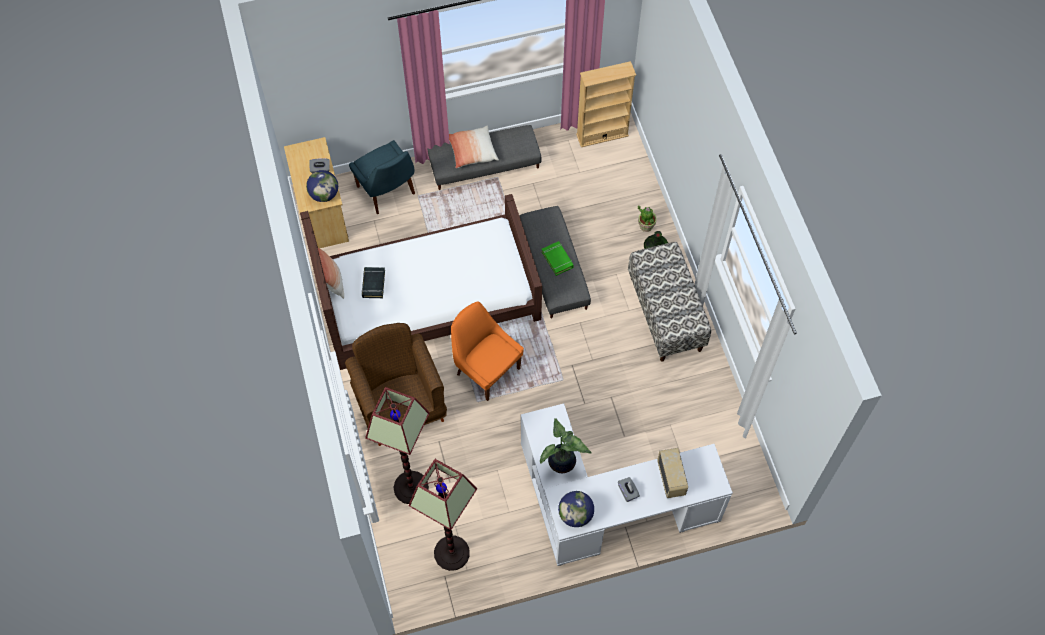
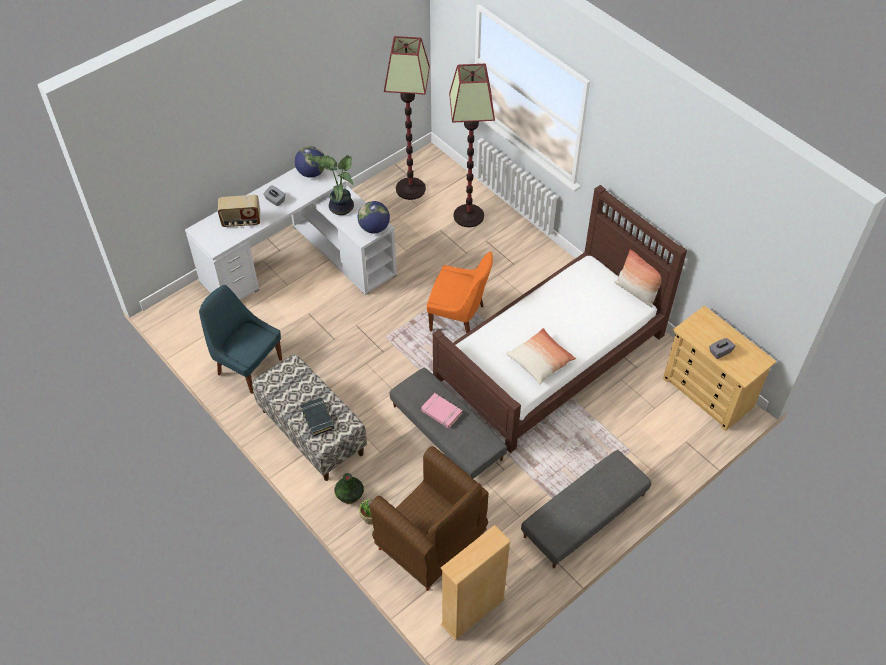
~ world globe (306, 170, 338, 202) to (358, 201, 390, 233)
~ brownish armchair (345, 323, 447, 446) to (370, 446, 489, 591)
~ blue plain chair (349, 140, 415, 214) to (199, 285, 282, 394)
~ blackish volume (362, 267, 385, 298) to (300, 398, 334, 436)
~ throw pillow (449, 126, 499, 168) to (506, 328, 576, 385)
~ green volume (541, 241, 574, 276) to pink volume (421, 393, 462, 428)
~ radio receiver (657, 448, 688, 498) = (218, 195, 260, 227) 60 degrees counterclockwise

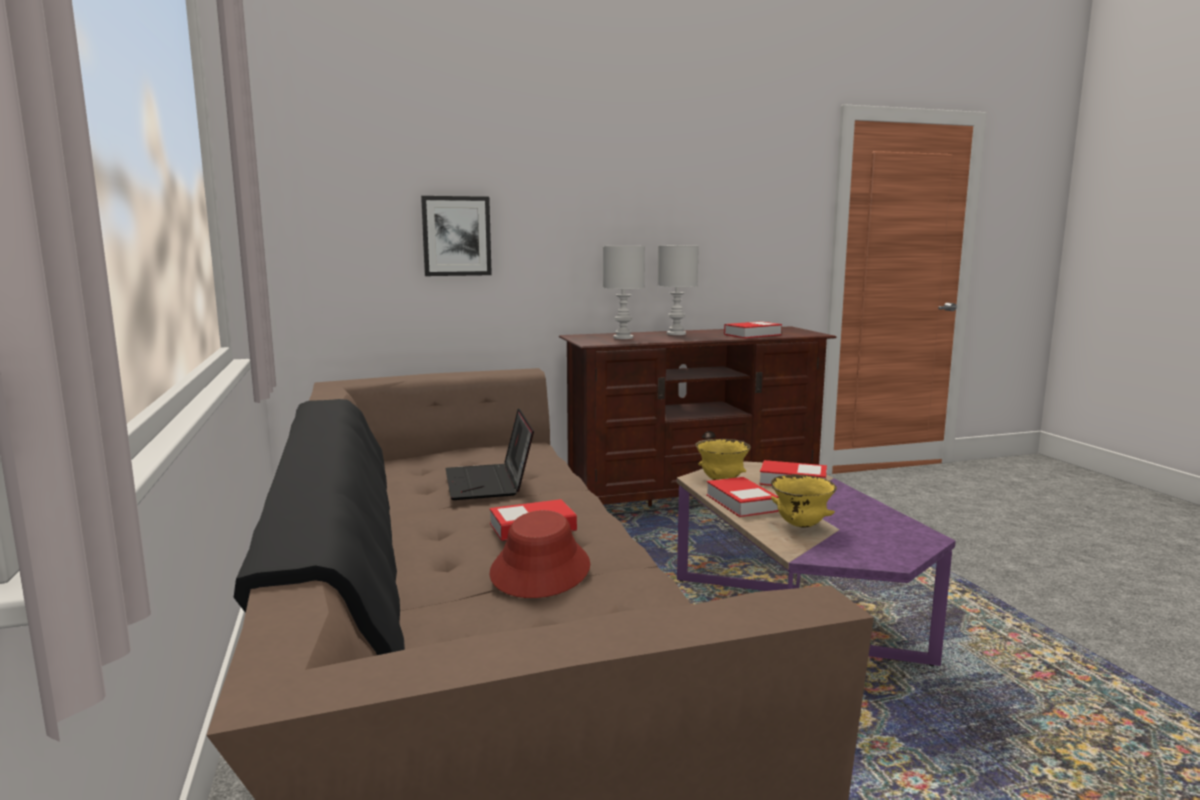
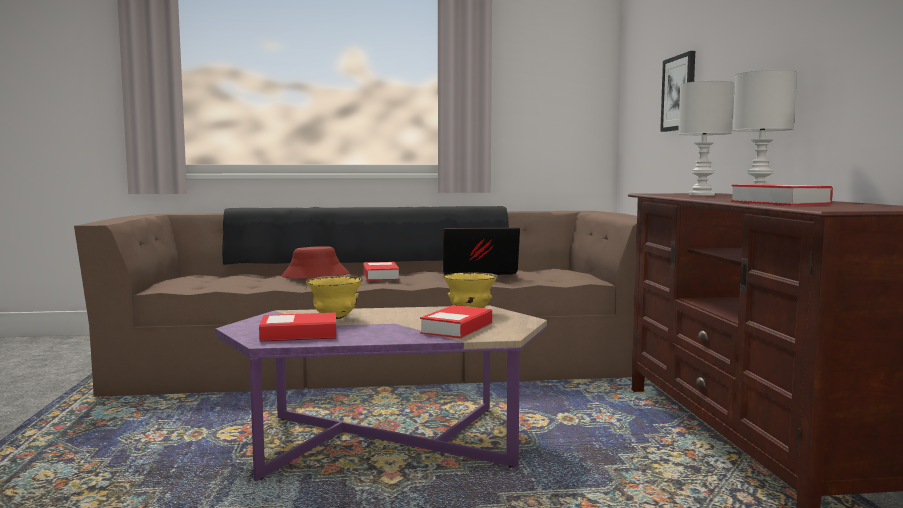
~ volume (706, 477, 779, 517) to (259, 313, 336, 342)

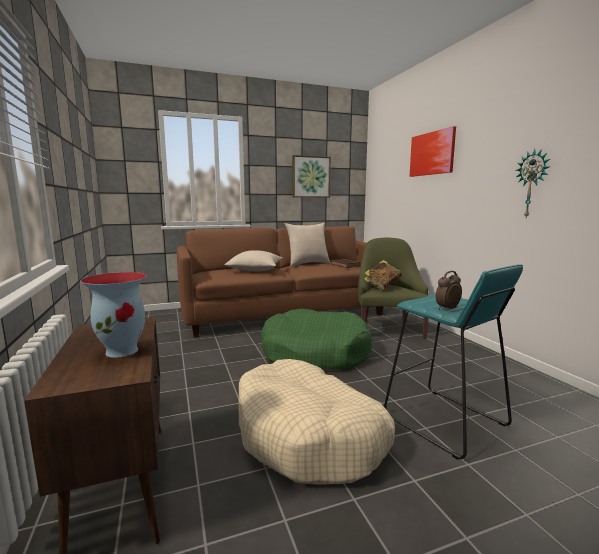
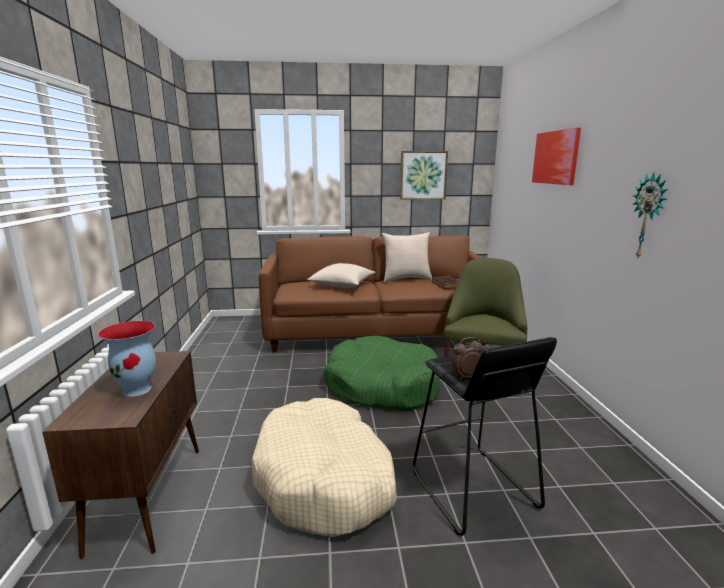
- volume (364, 260, 402, 291)
~ turquoise sitting stool (384, 264, 523, 460) to blackish sitting stool (413, 337, 557, 536)

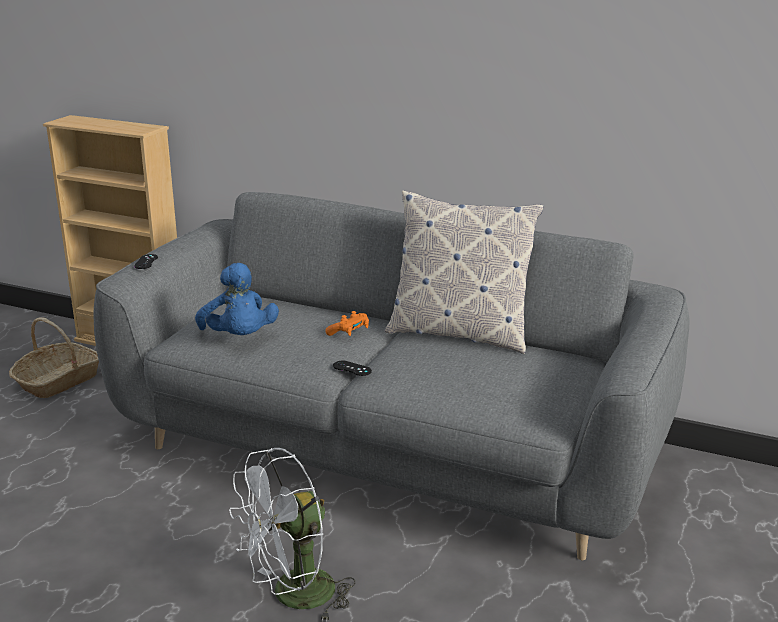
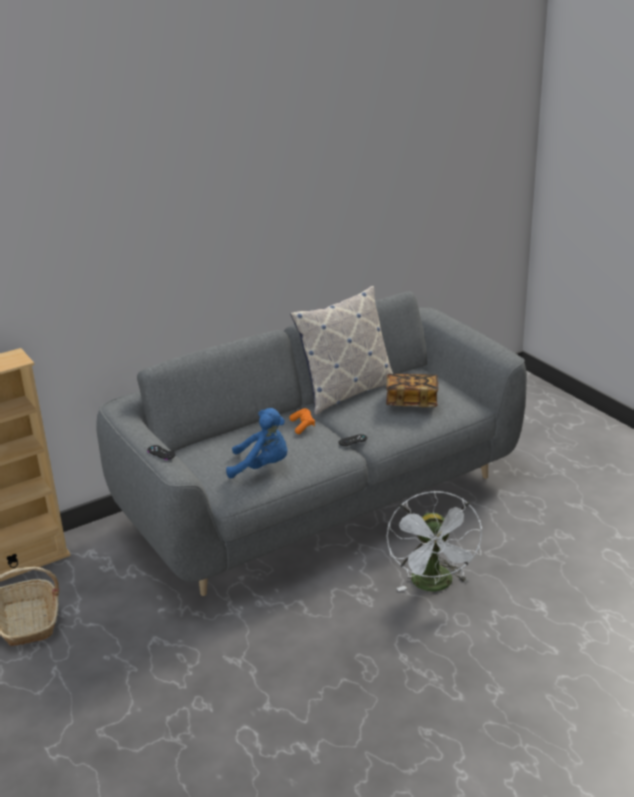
+ volume (386, 374, 438, 407)

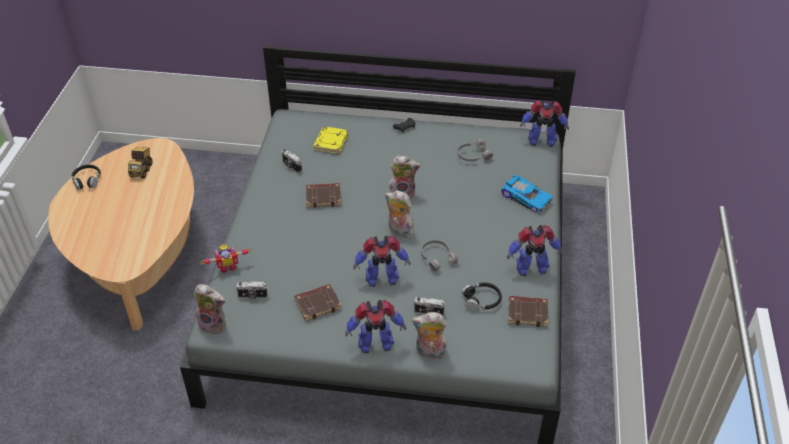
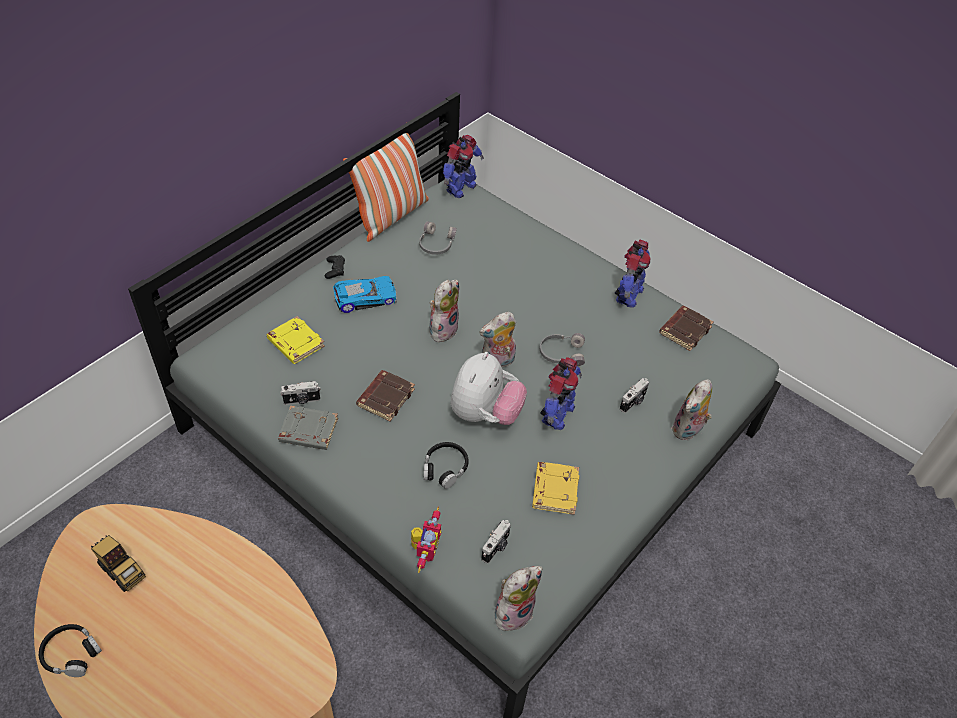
~ brownish volume (294, 284, 342, 321) to yellow-coloured volume (532, 462, 579, 515)
- model robot (345, 300, 406, 353)
~ blackish pair of headphones (462, 282, 502, 310) to (424, 442, 469, 489)
~ toy car (501, 175, 553, 214) to (333, 276, 397, 313)
+ greyish volume (278, 406, 338, 450)
+ throw pillow (343, 133, 429, 242)
+ plush toy (450, 352, 527, 425)

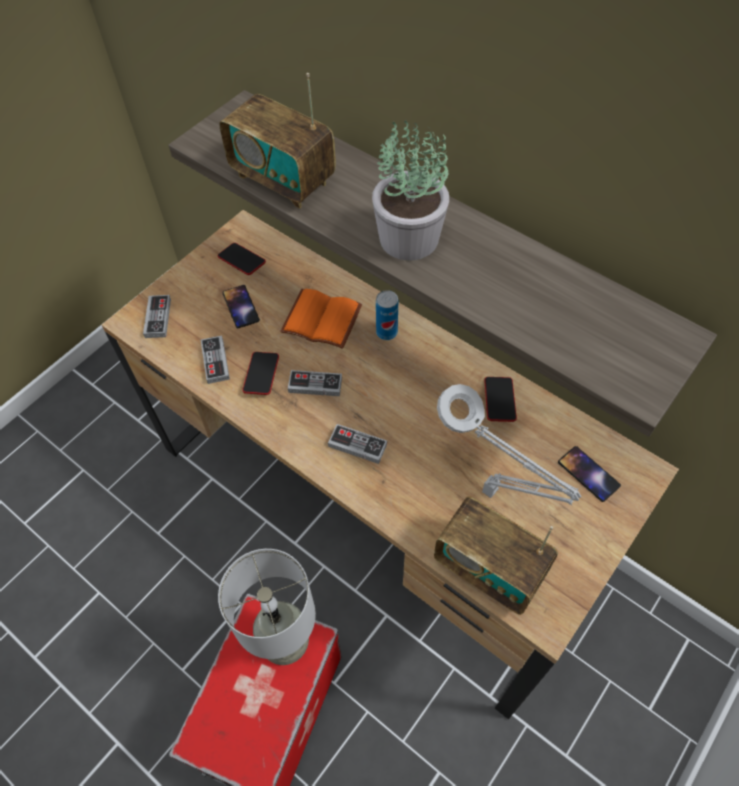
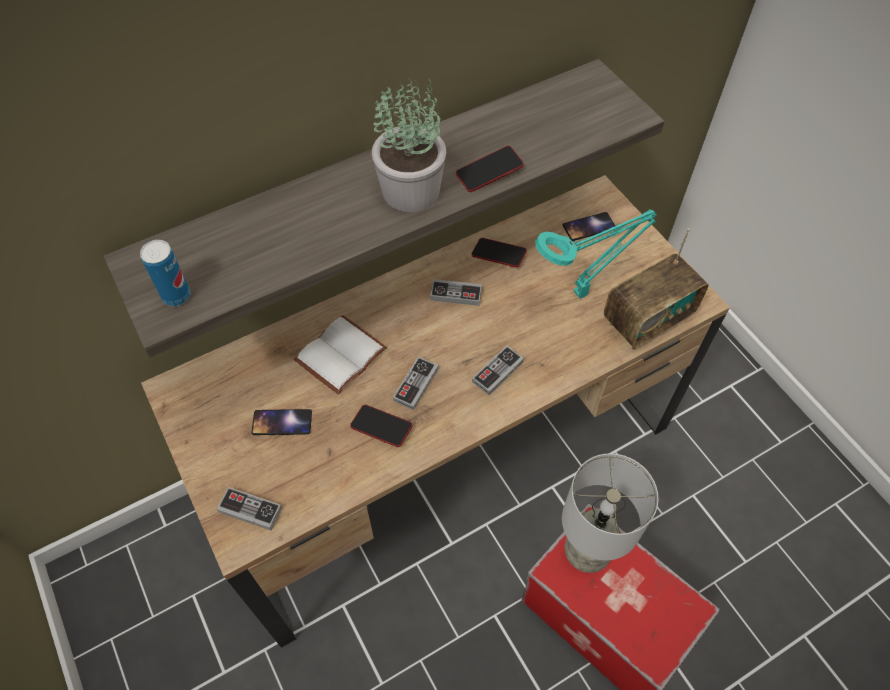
~ gamepad (201, 336, 230, 384) to (430, 279, 482, 306)
~ telephone (218, 243, 266, 275) to (456, 146, 524, 192)
- radio receiver (220, 73, 336, 209)
~ orangey volume (280, 289, 362, 349) to whitish volume (293, 315, 387, 394)
~ can (376, 290, 398, 340) to (140, 240, 191, 306)
~ greyish lamp for a table (437, 384, 581, 505) to turquoise lamp for a table (535, 209, 657, 299)

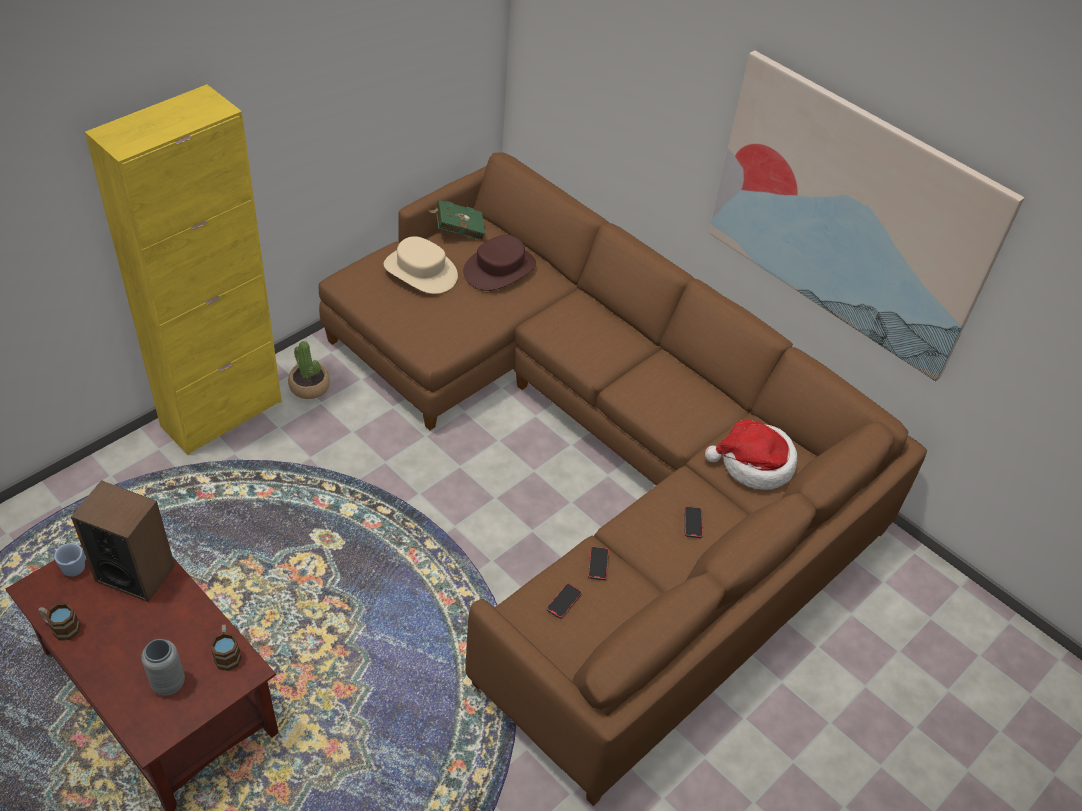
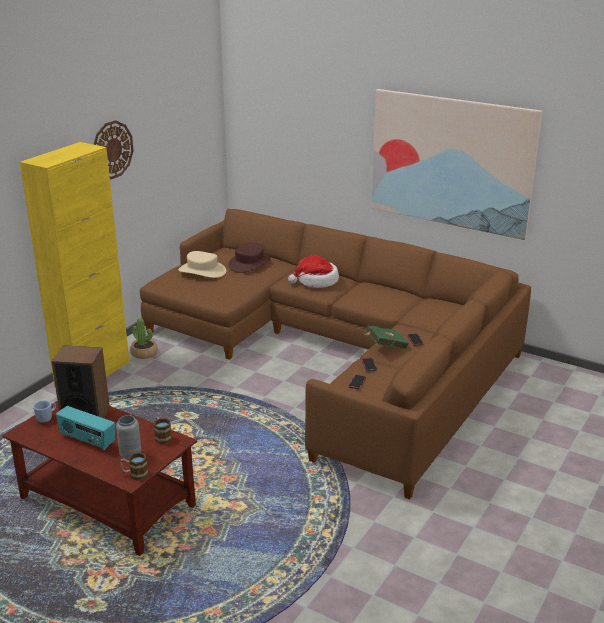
~ tea mug (38, 603, 80, 641) to (120, 452, 149, 481)
~ green volume (429, 200, 486, 240) to (364, 326, 409, 349)
~ clothing hat (705, 420, 797, 490) to (288, 255, 339, 288)
+ radio receiver (56, 406, 115, 450)
+ clock on the wall (93, 120, 134, 179)

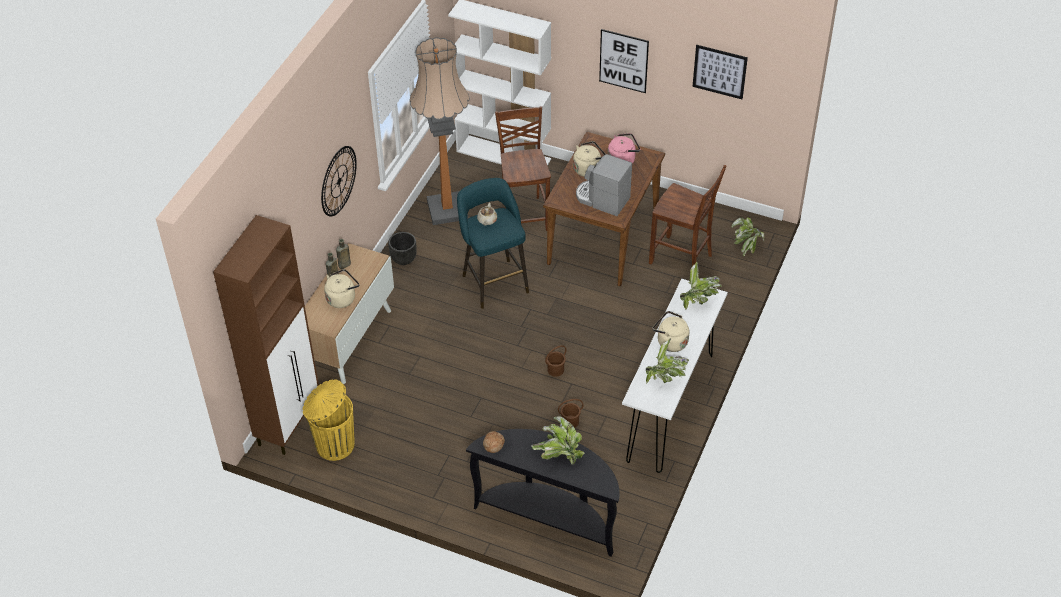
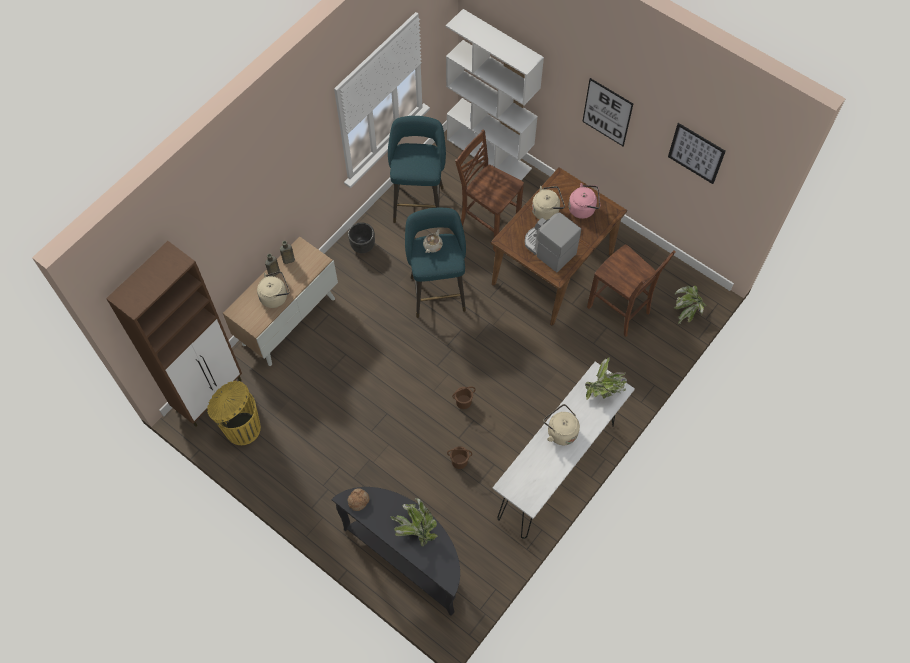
- clock on the wall (321, 146, 357, 217)
~ standing lamp (410, 37, 469, 225) to turquoise sitting stool (388, 116, 446, 223)
~ brownish plain chair (495, 106, 551, 231) = (455, 130, 524, 252) 60 degrees counterclockwise
- potted plant (646, 339, 689, 384)

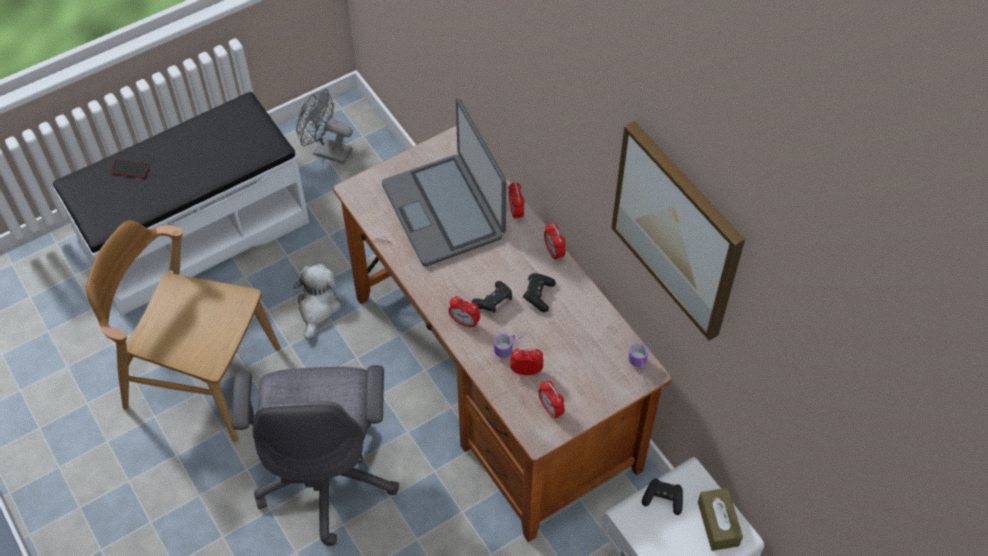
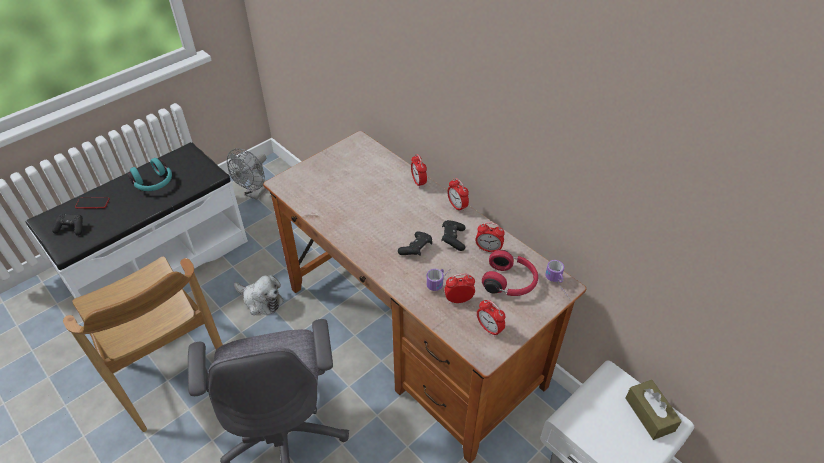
~ brownish plain chair (86, 220, 280, 442) = (63, 257, 223, 432) 135 degrees counterclockwise
~ plush toy (293, 264, 341, 340) = (234, 275, 283, 315) 120 degrees clockwise
~ greyish electric fan (296, 89, 353, 164) = (227, 148, 267, 200) 75 degrees counterclockwise
- notebook computer (382, 98, 507, 267)
~ alarm clock (448, 296, 480, 329) to (475, 222, 505, 252)
- picture (611, 121, 745, 341)
~ blackish gamepad (642, 479, 683, 515) to (52, 213, 83, 236)
+ turquoise pair of headphones (128, 158, 172, 191)
+ reddish pair of headphones (482, 250, 538, 296)

